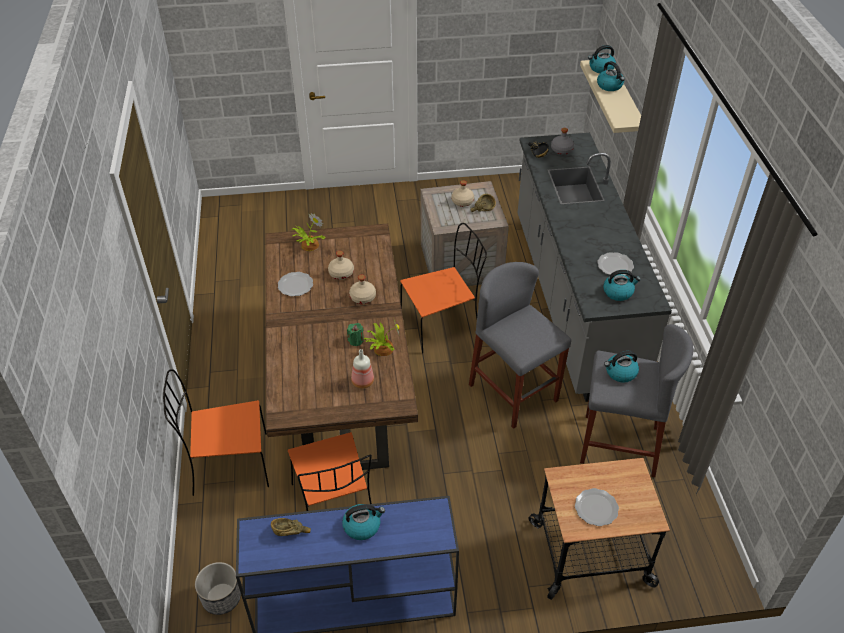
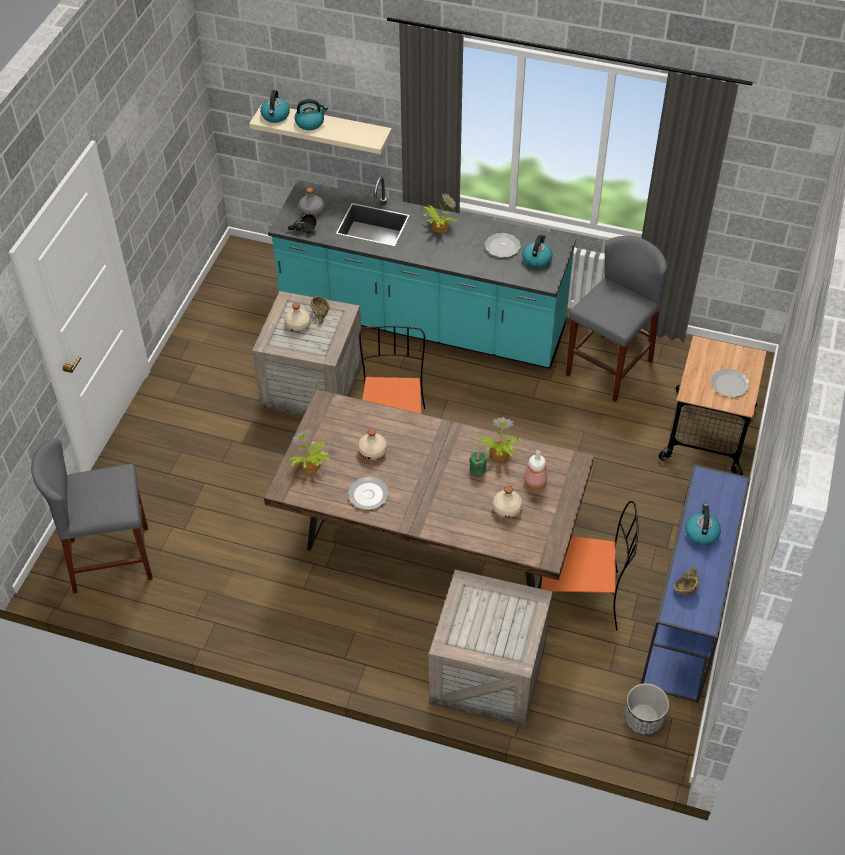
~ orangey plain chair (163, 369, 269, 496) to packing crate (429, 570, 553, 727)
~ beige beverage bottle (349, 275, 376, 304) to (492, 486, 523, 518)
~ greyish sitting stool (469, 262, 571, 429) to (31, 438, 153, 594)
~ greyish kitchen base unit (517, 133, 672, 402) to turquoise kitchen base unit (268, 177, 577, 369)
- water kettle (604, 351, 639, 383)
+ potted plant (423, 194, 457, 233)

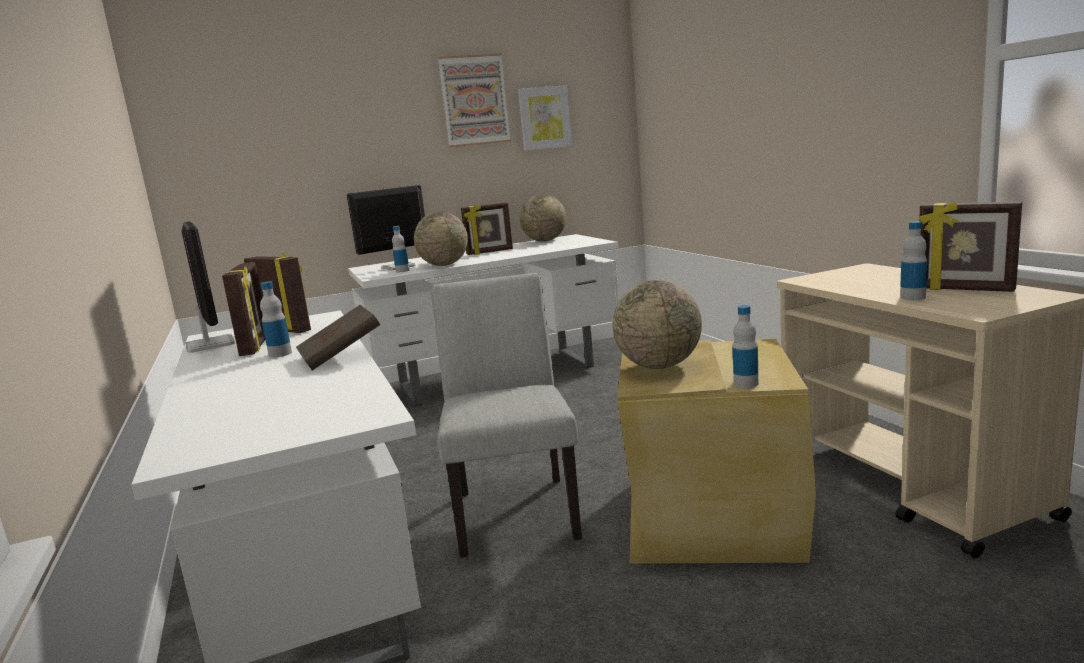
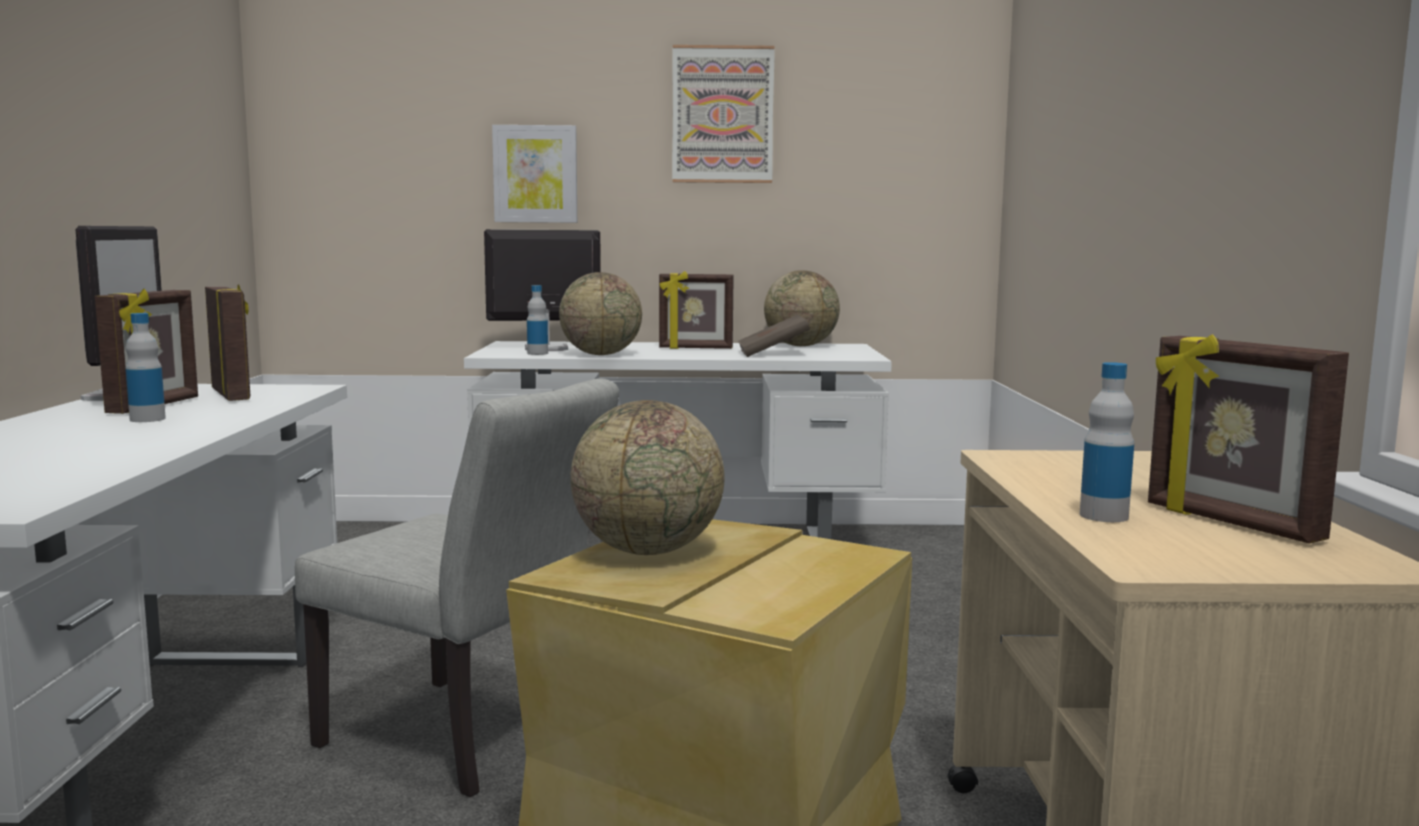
~ brownish volume (296, 305, 380, 371) to (737, 315, 810, 357)
~ greyish plain chair (431, 273, 582, 558) = (295, 378, 619, 797) 105 degrees clockwise
~ picture (518, 85, 572, 151) to (492, 125, 577, 223)
- beverage bottle (733, 305, 759, 388)

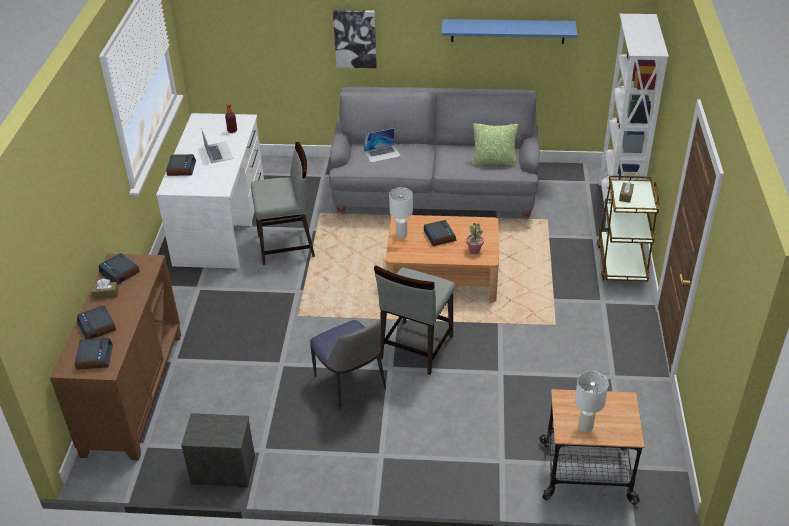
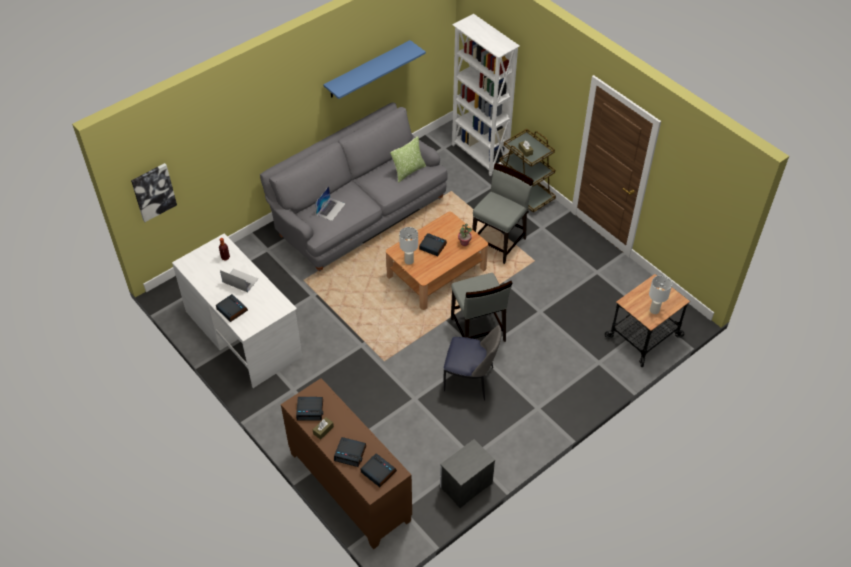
~ greyish plain chair (251, 142, 315, 265) to (472, 163, 534, 264)
~ picture (333, 10, 377, 68) to (131, 163, 177, 222)

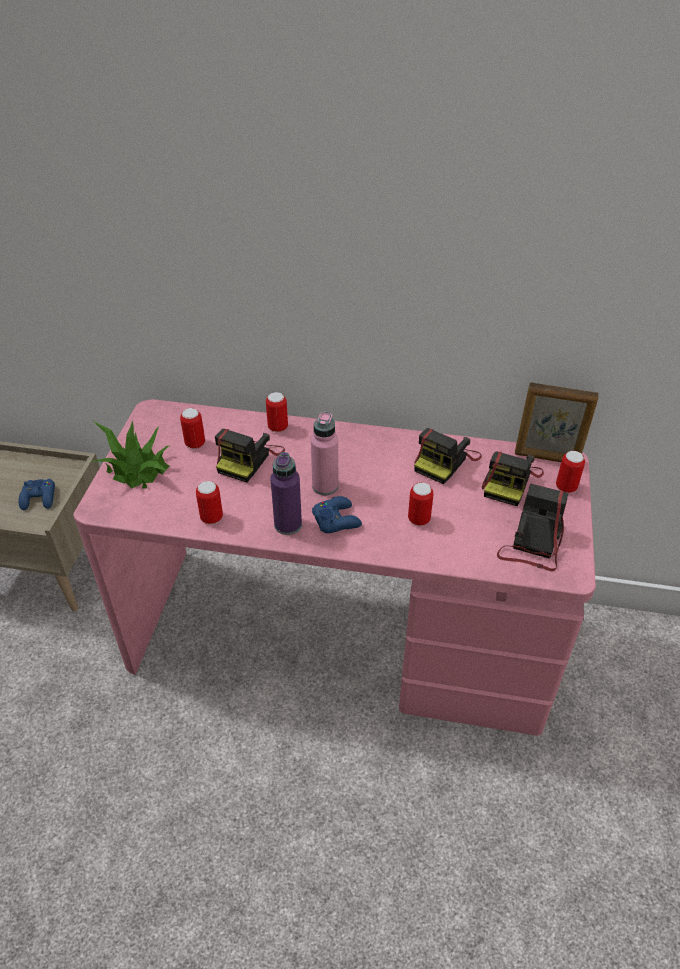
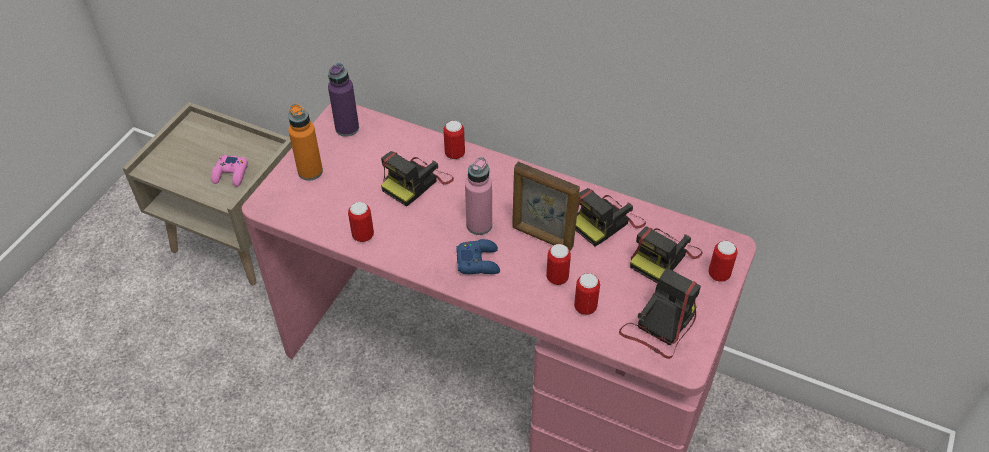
~ blue gamepad (19, 479, 55, 510) to pink gamepad (211, 155, 248, 187)
~ potted plant (91, 420, 170, 489) to orangey beverage bottle (288, 104, 323, 181)
~ can (180, 408, 205, 449) to (574, 273, 600, 315)
~ purple-coloured beverage bottle (270, 452, 302, 535) to (328, 63, 359, 137)
~ photo frame (515, 382, 599, 462) to (512, 162, 580, 251)

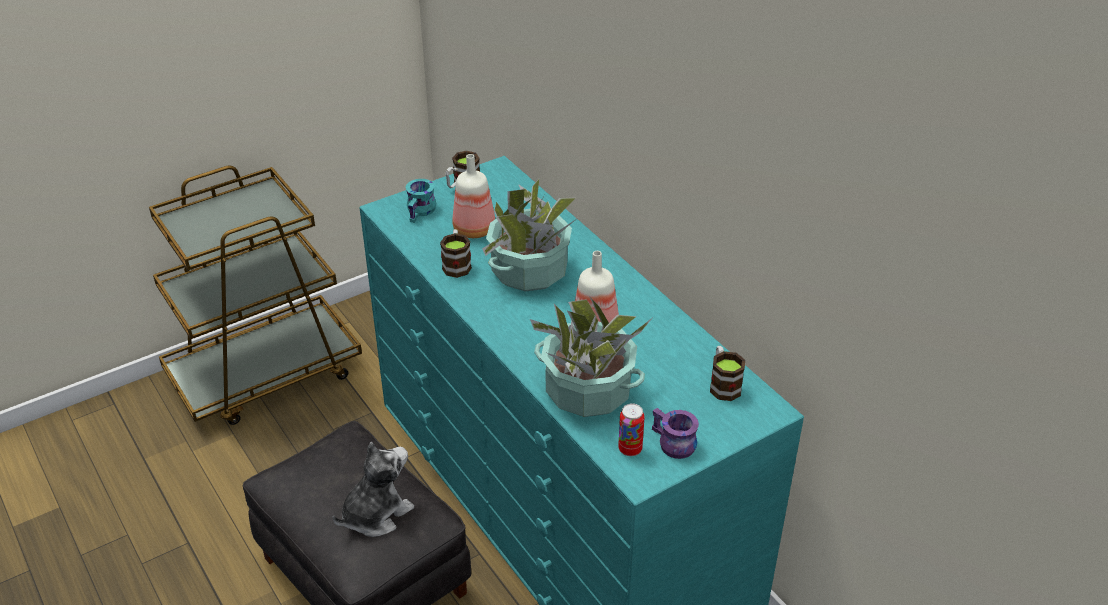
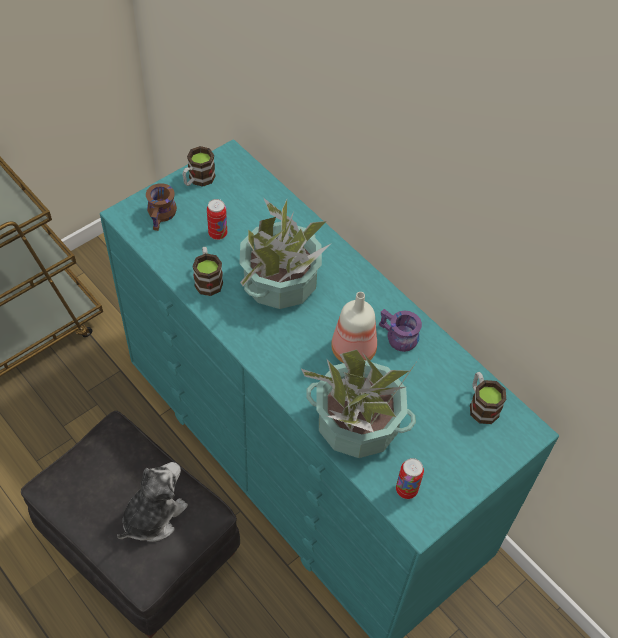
~ turquoise tea mug (405, 179, 436, 223) to brownish tea mug (146, 183, 177, 231)
~ beverage bottle (453, 154, 495, 238) to can (207, 199, 227, 240)
~ purple-coloured tea mug (652, 408, 699, 459) to (379, 309, 422, 352)

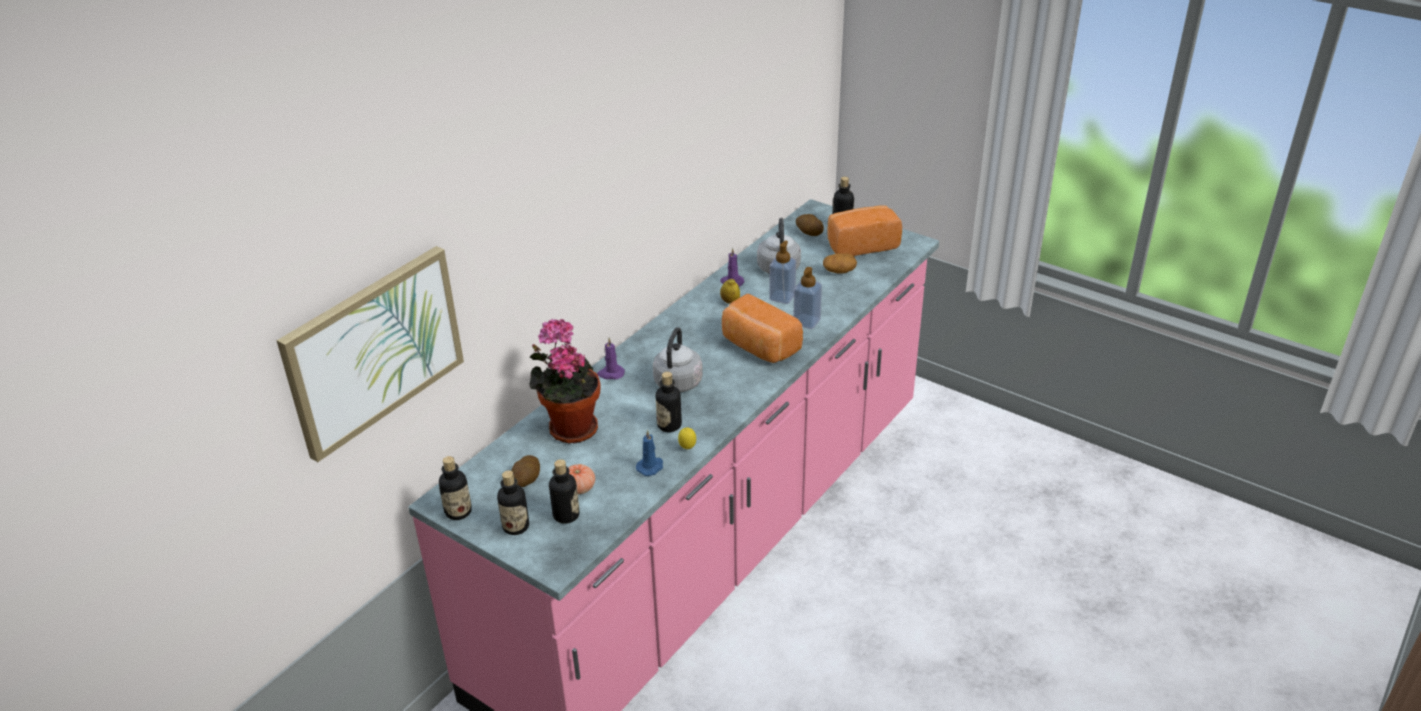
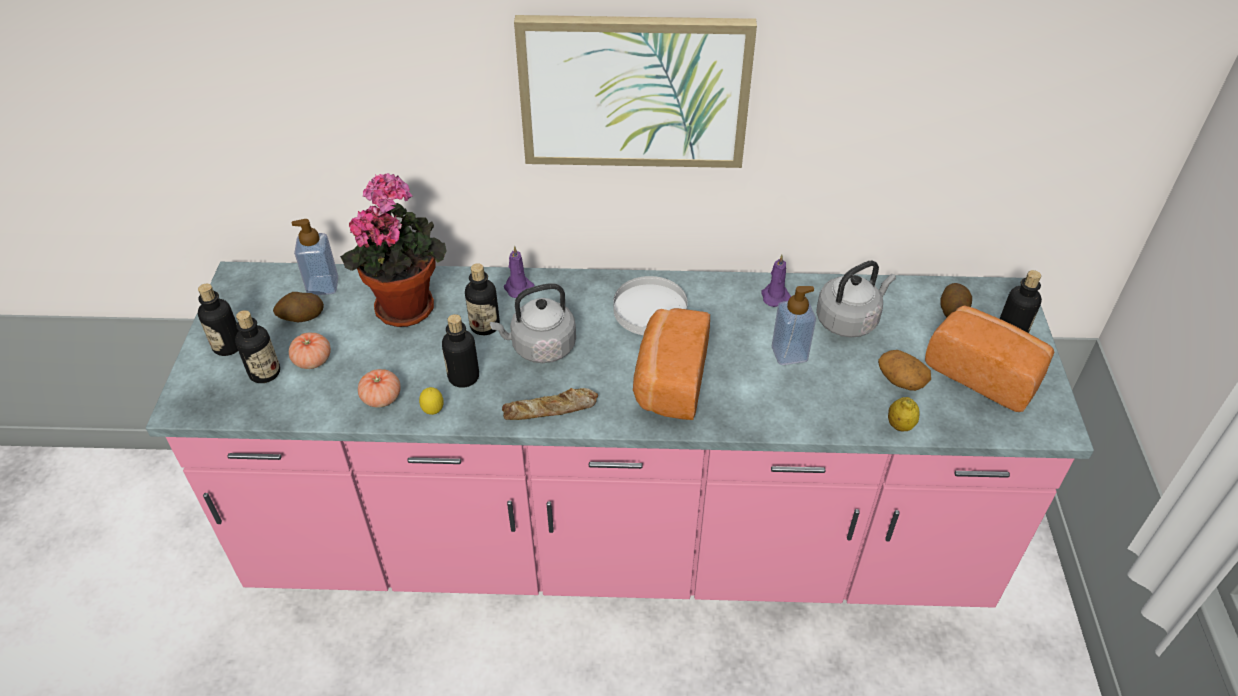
~ picture (276, 246, 464, 462) to (514, 15, 757, 168)
~ beverage bottle (439, 456, 472, 520) to (465, 263, 500, 335)
~ blue candle (636, 430, 663, 476) to tomato (358, 369, 401, 408)
~ citrus fruit (720, 279, 740, 304) to (888, 397, 920, 431)
~ soap dispenser (793, 267, 822, 329) to (292, 219, 338, 295)
+ bread (502, 388, 598, 420)
+ whitish flat dish (613, 276, 688, 335)

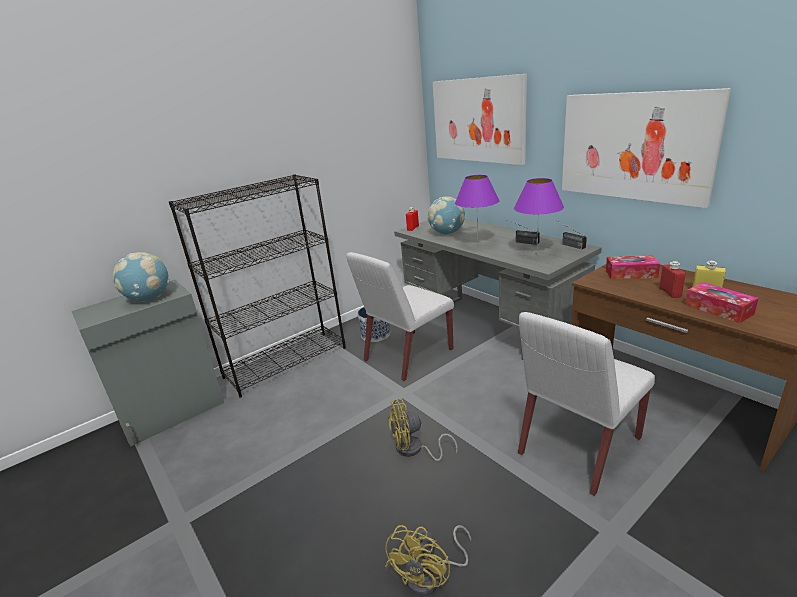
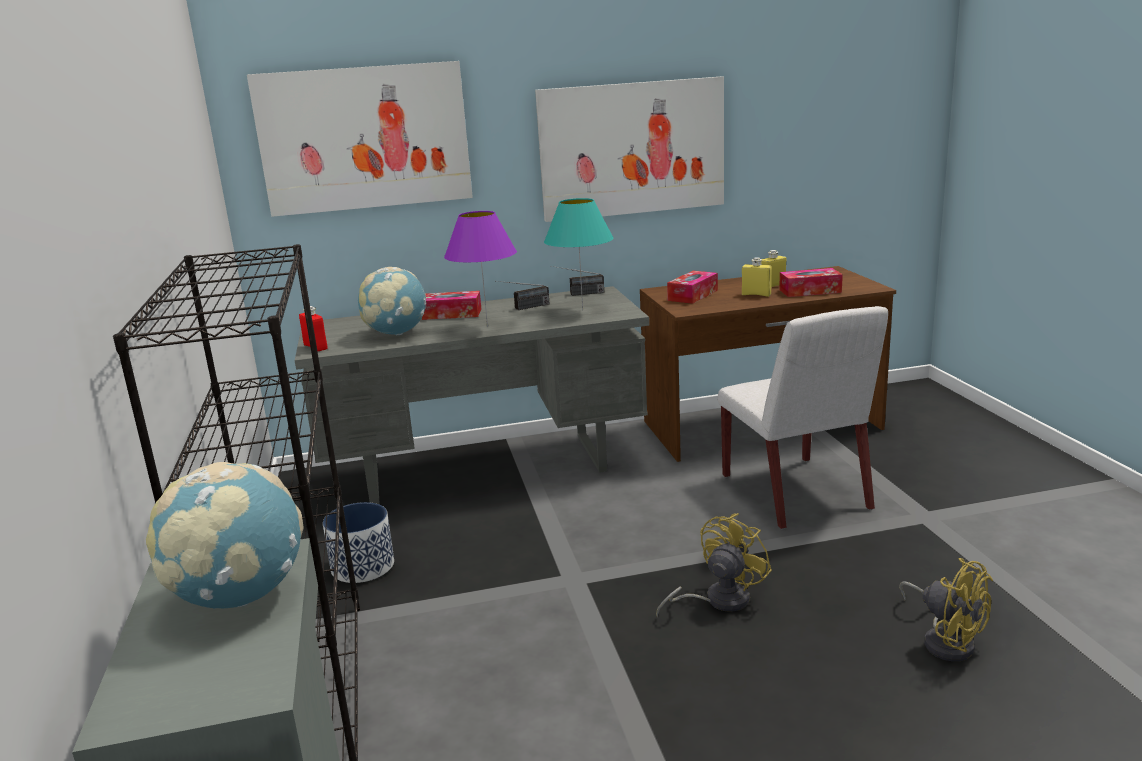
- whitish plain chair (346, 252, 454, 381)
~ yellow-coloured electric fan (388, 399, 458, 461) = (656, 513, 772, 618) 150 degrees counterclockwise
~ purple-coloured lamp for a table (514, 178, 564, 254) to turquoise lamp for a table (544, 198, 613, 310)
~ reddish beverage bottle (659, 261, 686, 298) to yellow-coloured beverage bottle (742, 257, 772, 297)
+ box of tissues (422, 291, 481, 320)

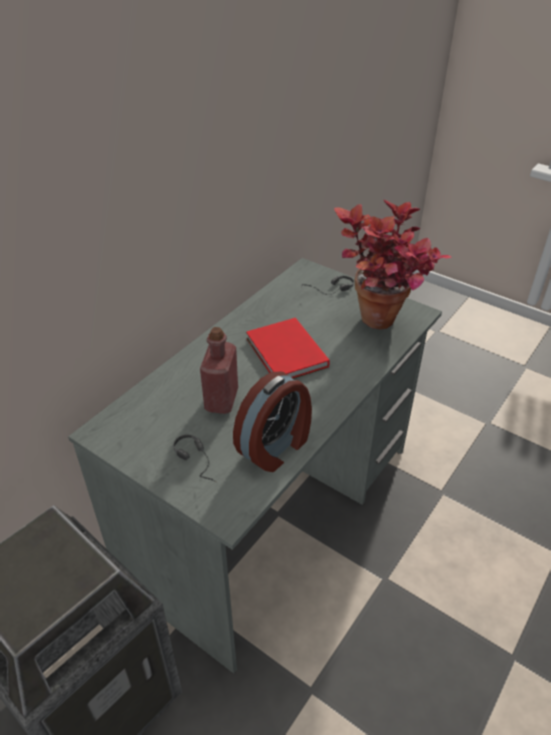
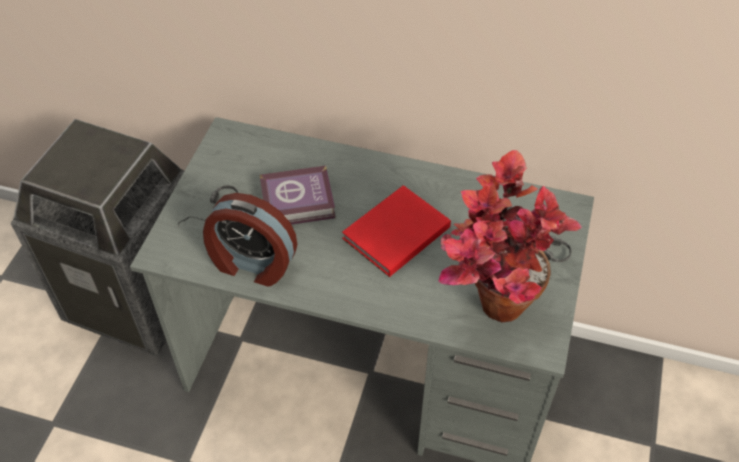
~ reddish beverage bottle (200, 327, 238, 414) to volume (260, 166, 336, 225)

